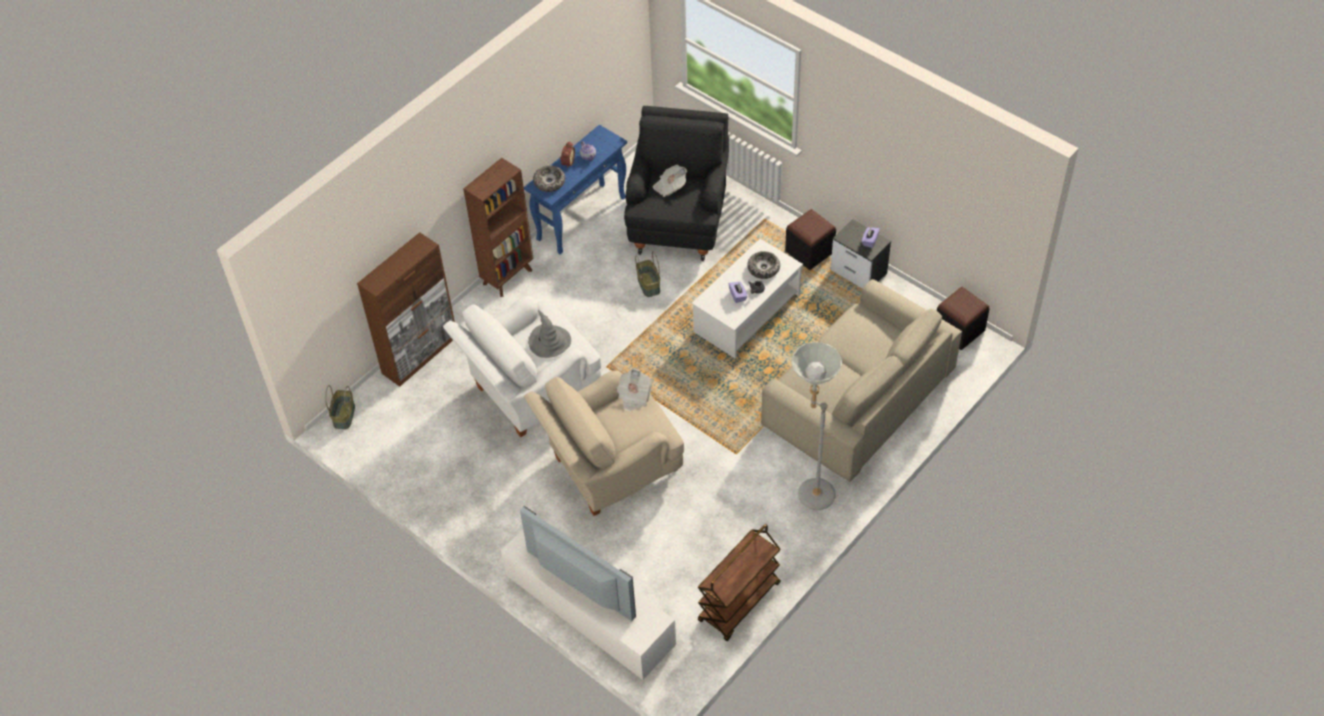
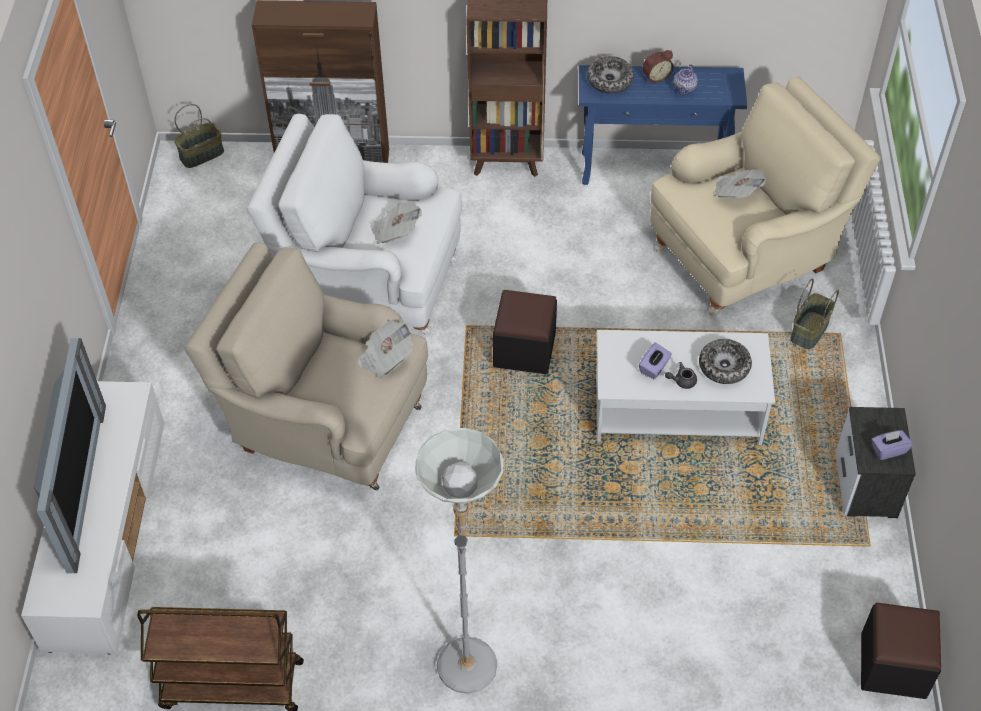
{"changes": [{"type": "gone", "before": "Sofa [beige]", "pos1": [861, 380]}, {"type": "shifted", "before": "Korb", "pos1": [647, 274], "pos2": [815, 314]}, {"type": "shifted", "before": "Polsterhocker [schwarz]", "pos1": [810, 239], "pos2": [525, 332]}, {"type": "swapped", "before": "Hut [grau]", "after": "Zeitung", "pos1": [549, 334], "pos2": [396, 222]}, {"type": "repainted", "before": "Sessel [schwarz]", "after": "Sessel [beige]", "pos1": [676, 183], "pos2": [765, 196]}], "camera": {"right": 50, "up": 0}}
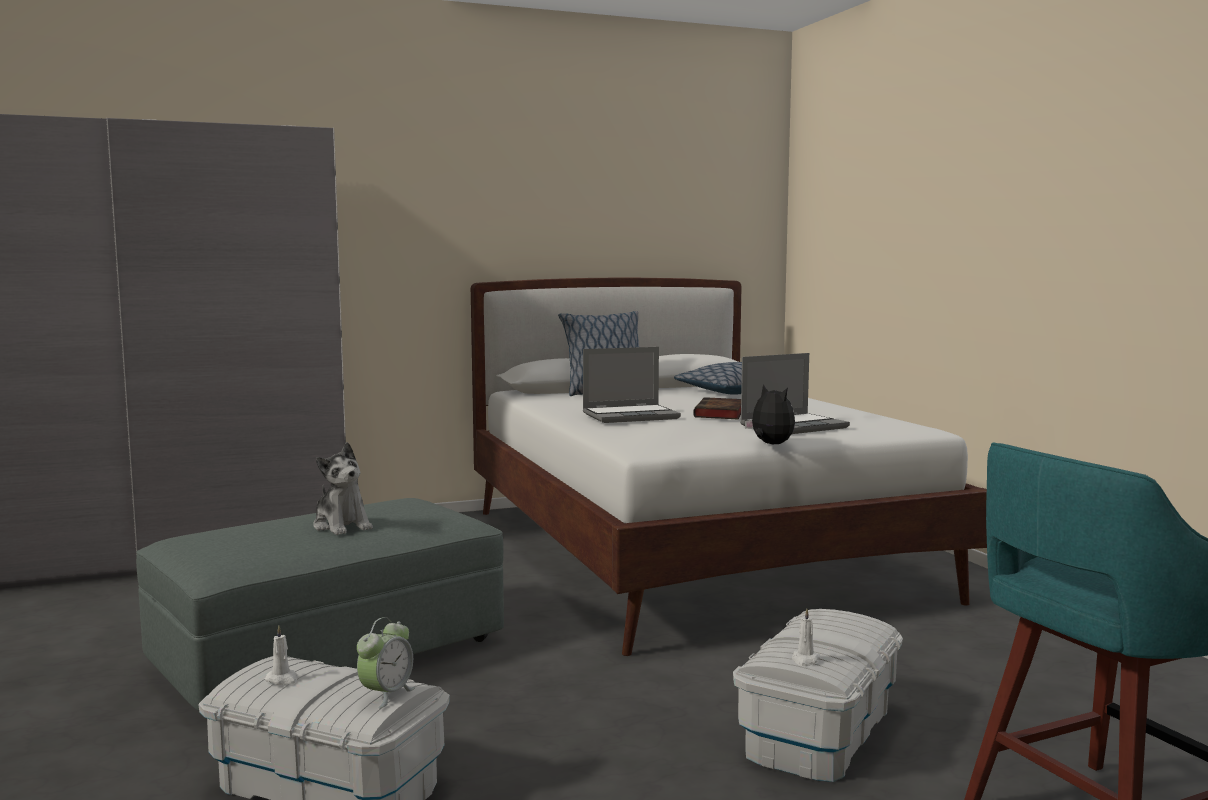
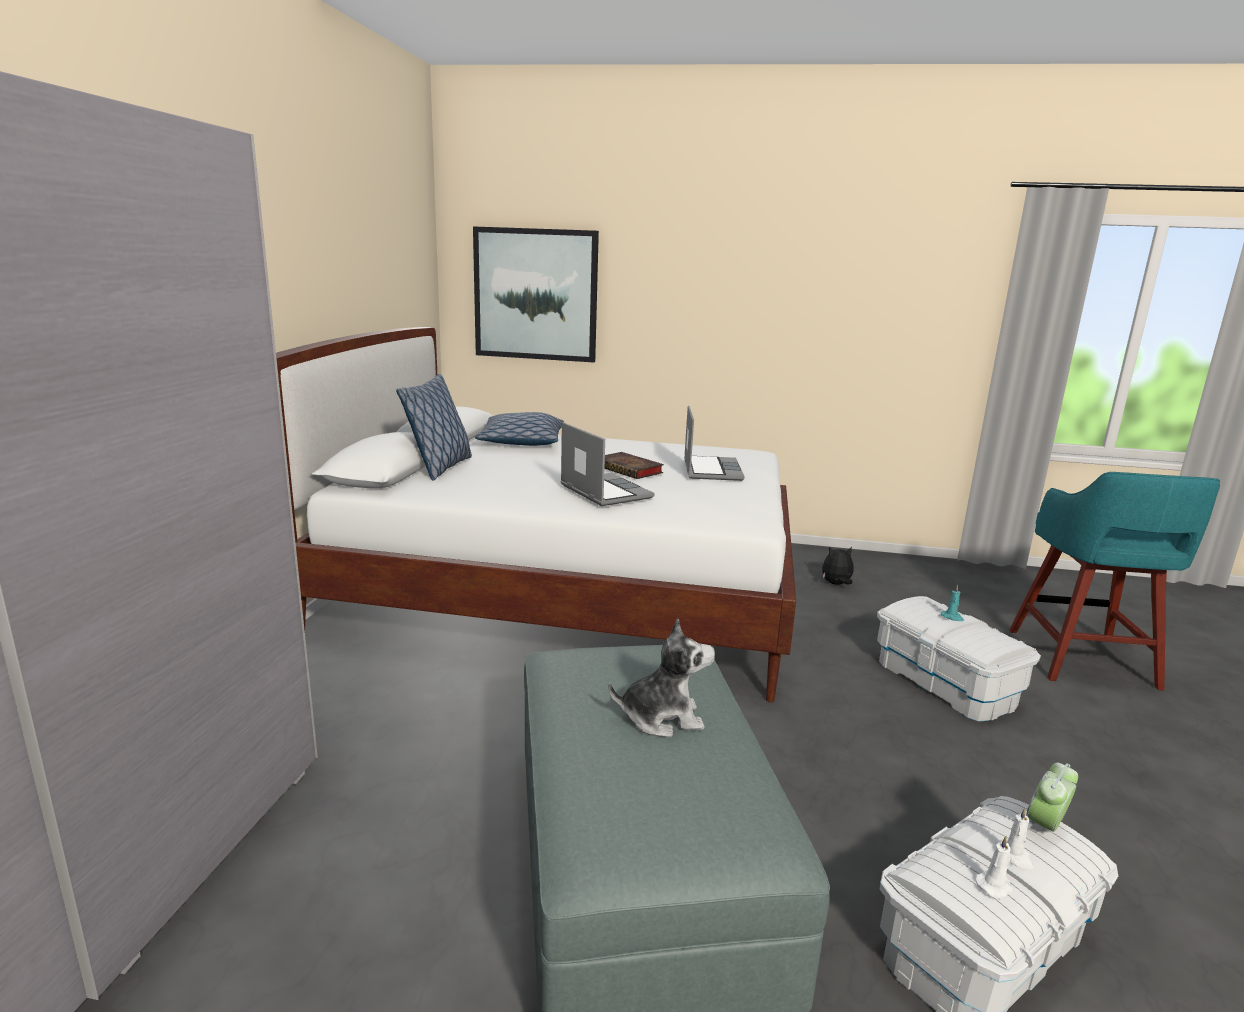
{"changes": [{"type": "new", "after": "Bild", "pos2": [536, 294]}, {"type": "new", "after": "Kerze [türkis]", "pos2": [952, 603]}, {"type": "shifted", "before": "Plüschtier", "pos1": [770, 414], "pos2": [838, 566]}, {"type": "shifted", "before": "Kerze [weiß]", "pos1": [806, 637], "pos2": [1014, 838]}, {"type": "rotated", "before": "Wecker", "pos1": [386, 662], "pos2": [1052, 797], "turn": -105}, {"type": "rotated", "before": "Laptop", "pos1": [632, 385], "pos2": [607, 464], "turn": -45}], "camera": {"right": -60, "up": 10}}
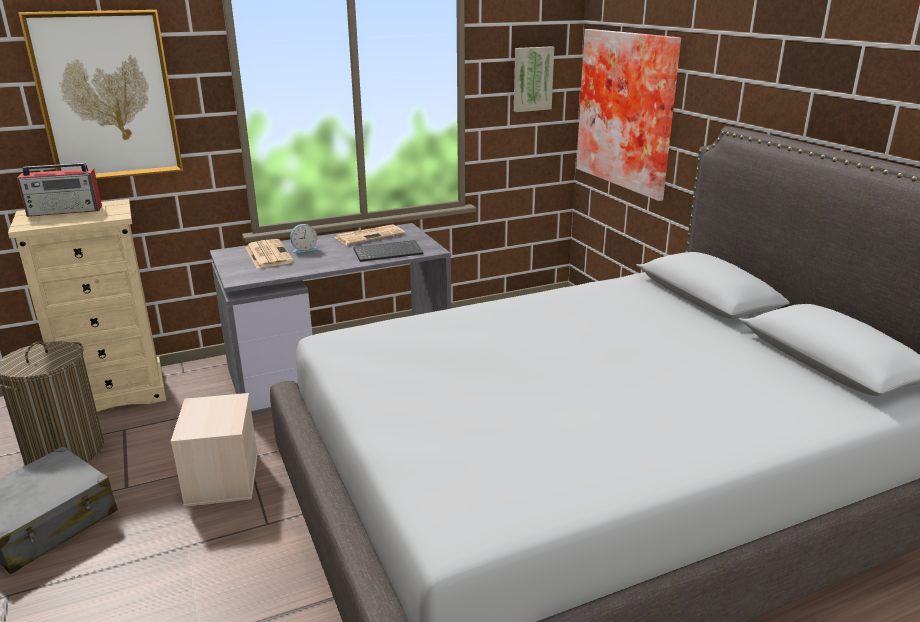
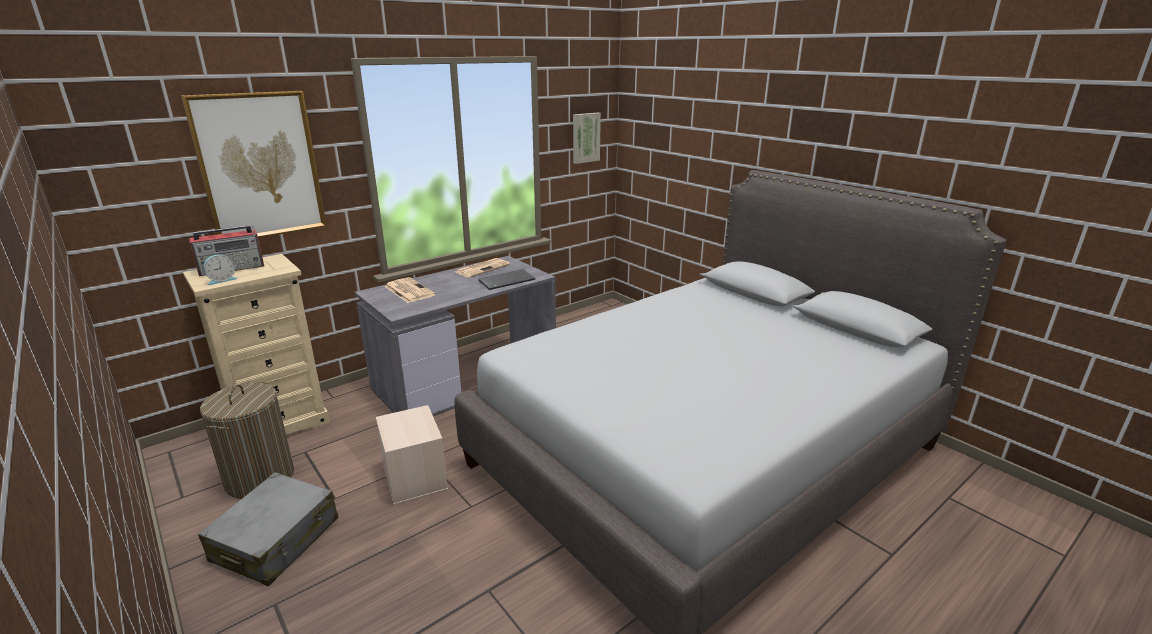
{"changes": [{"type": "gone", "before": "Bild", "pos1": [628, 115]}, {"type": "shifted", "before": "Wecker", "pos1": [304, 238], "pos2": [220, 270]}], "camera": {"right": -15, "up": 0}}
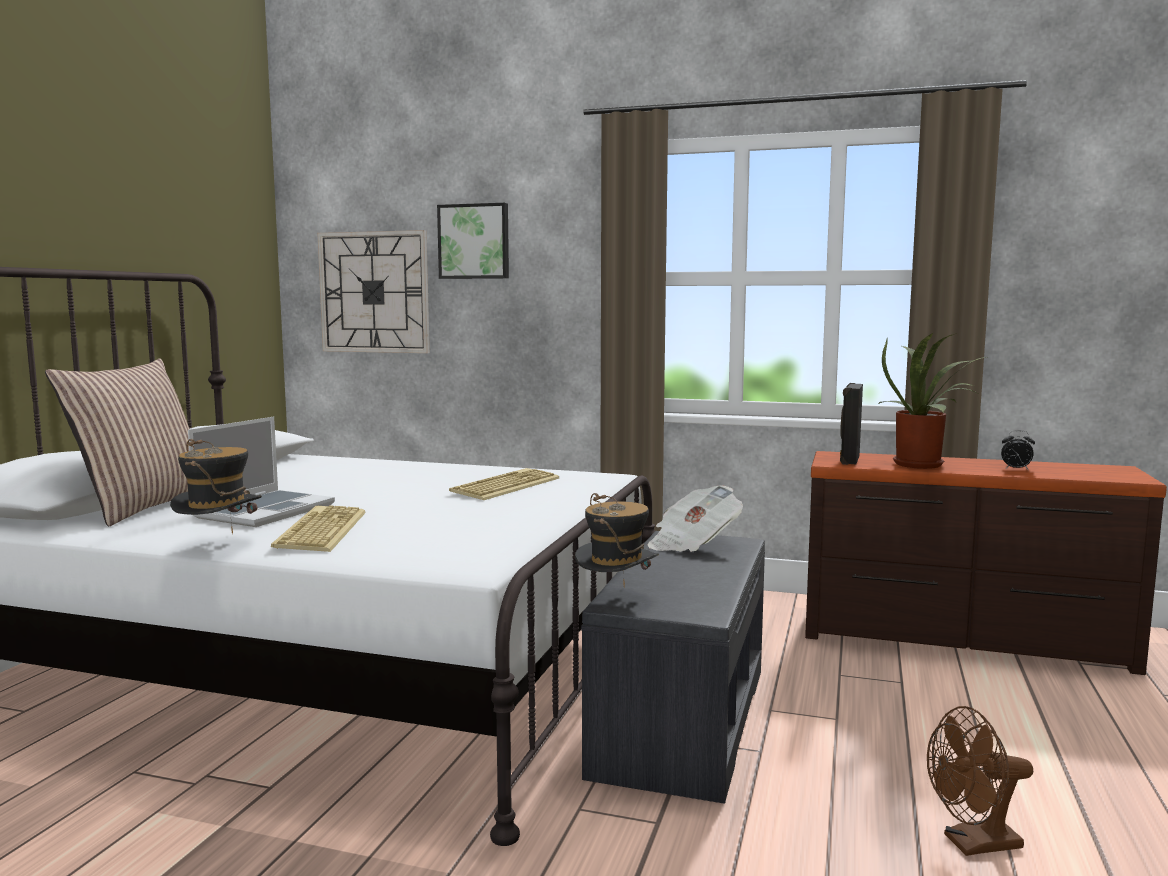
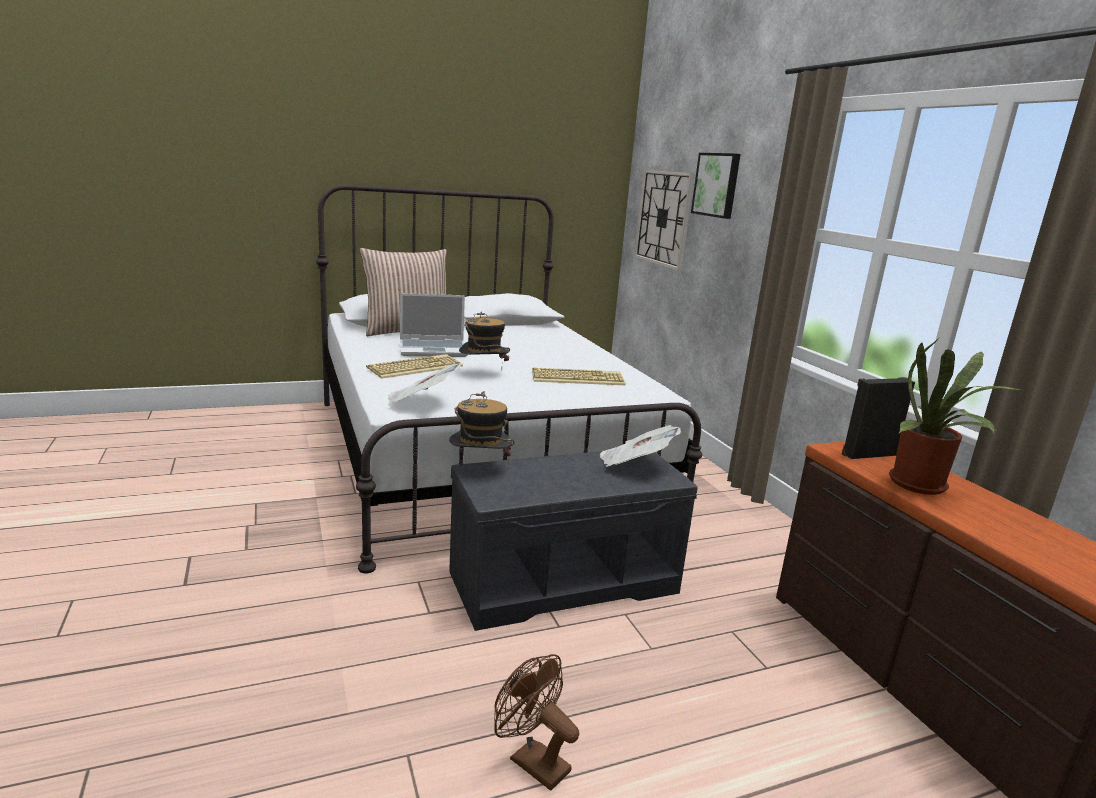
{"changes": [{"type": "gone", "before": "Wecker", "pos1": [1018, 450]}, {"type": "new", "after": "Zeitung", "pos2": [424, 384]}, {"type": "shifted", "before": "Hut", "pos1": [216, 487], "pos2": [484, 336]}], "camera": {"right": 50, "up": 10}}
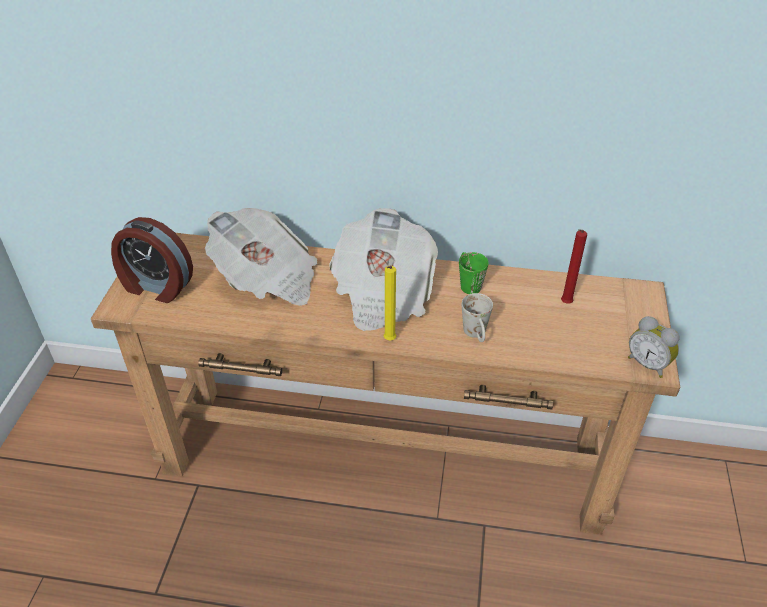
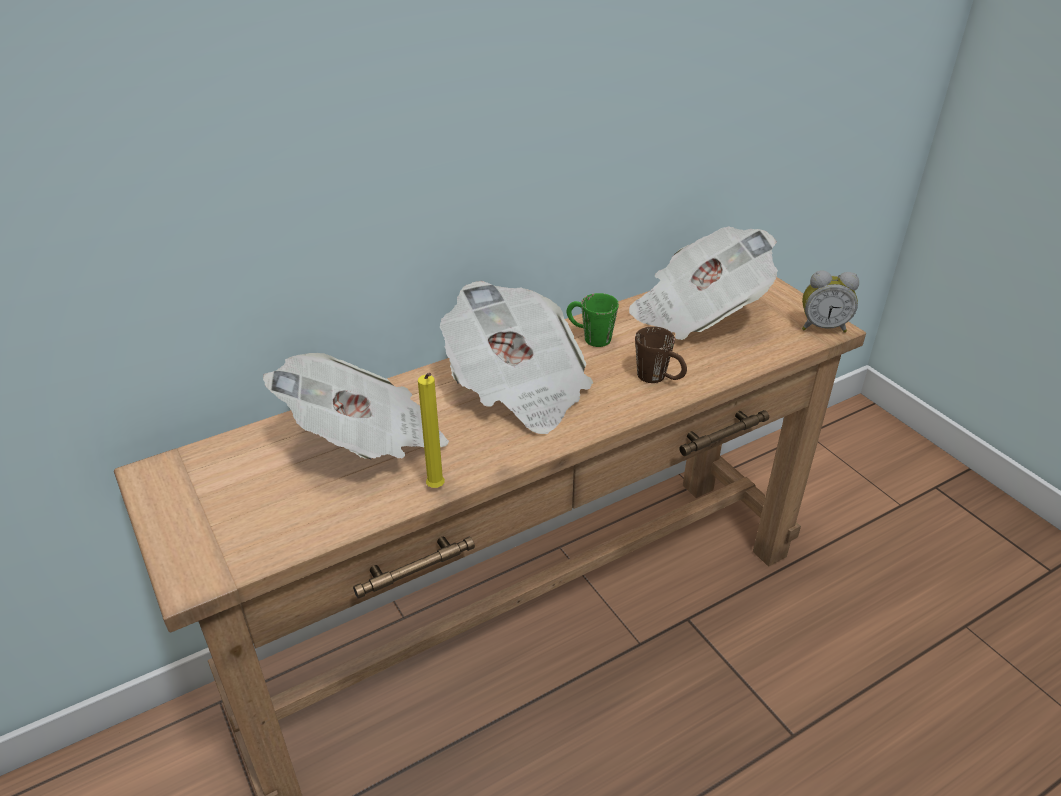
{"changes": [{"type": "gone", "before": "Wecker", "pos1": [152, 260]}, {"type": "shifted", "before": "Kerze [gelb]", "pos1": [390, 303], "pos2": [431, 430]}, {"type": "swapped", "before": "Kerze [rot]", "after": "Zeitung", "pos1": [574, 266], "pos2": [703, 283]}, {"type": "repainted", "before": "Henkelbecher [weiß]", "after": "Henkelbecher [braun]", "pos1": [477, 317], "pos2": [661, 354]}], "camera": {"right": -40, "up": -5}}
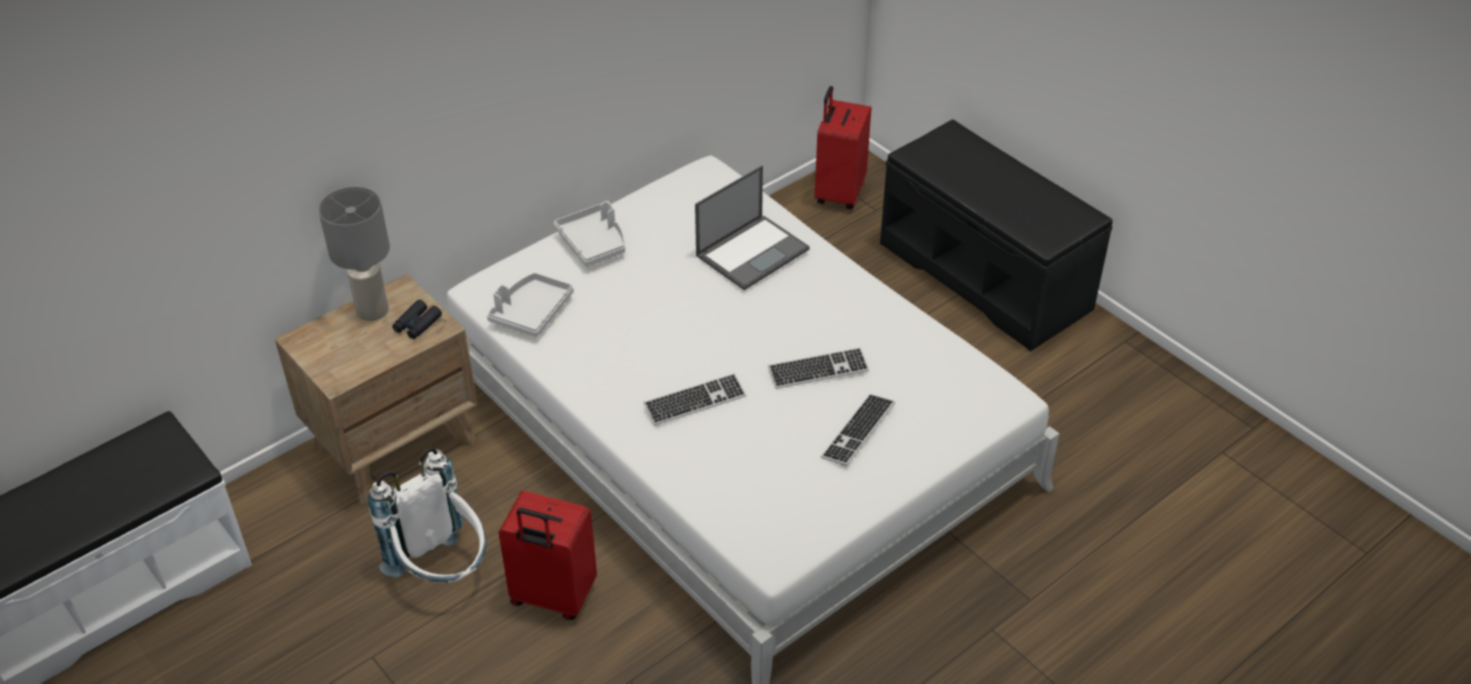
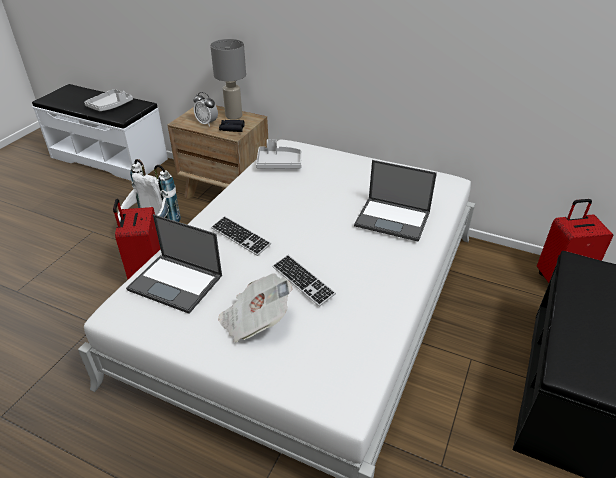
{"changes": [{"type": "new", "after": "Laptop", "pos2": [174, 264]}, {"type": "new", "after": "Wecker", "pos2": [205, 109]}, {"type": "shifted", "before": "Tablett [grau]", "pos1": [589, 234], "pos2": [108, 100]}, {"type": "swapped", "before": "Tastatur", "after": "Zeitung", "pos1": [858, 430], "pos2": [255, 308]}], "camera": {"right": 65, "up": -5}}
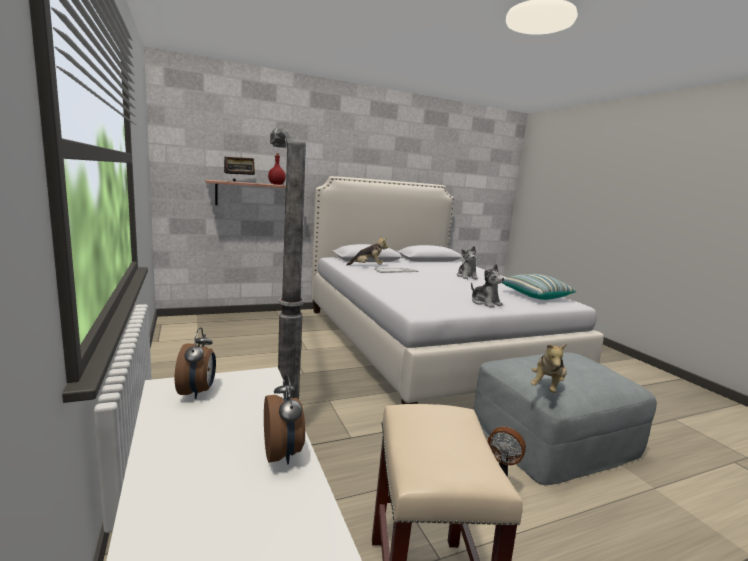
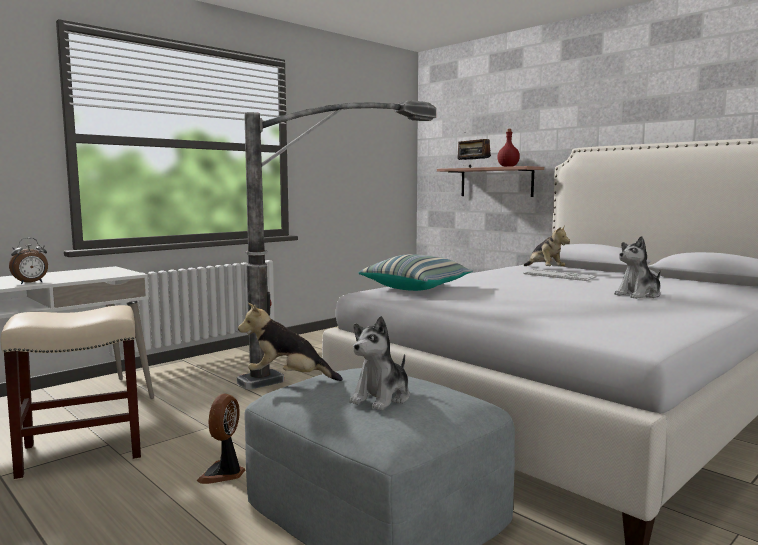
{"changes": [{"type": "gone", "before": "Wecker", "pos1": [195, 363]}, {"type": "shifted", "before": "Plüschtier", "pos1": [487, 286], "pos2": [379, 363]}, {"type": "shifted", "before": "Kissen", "pos1": [539, 287], "pos2": [416, 272]}], "camera": {"right": 70, "up": -5}}
